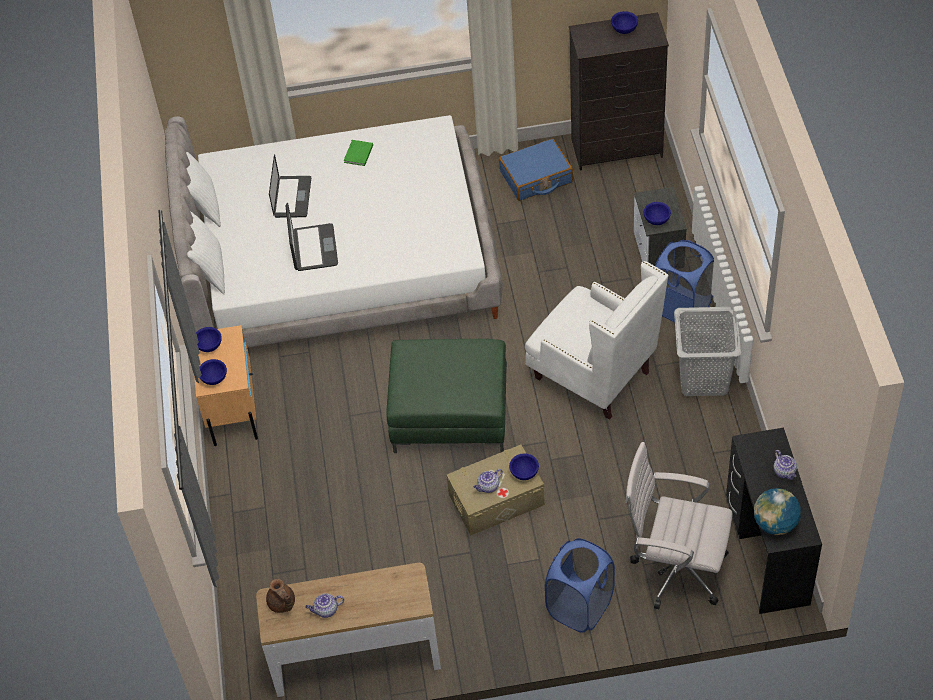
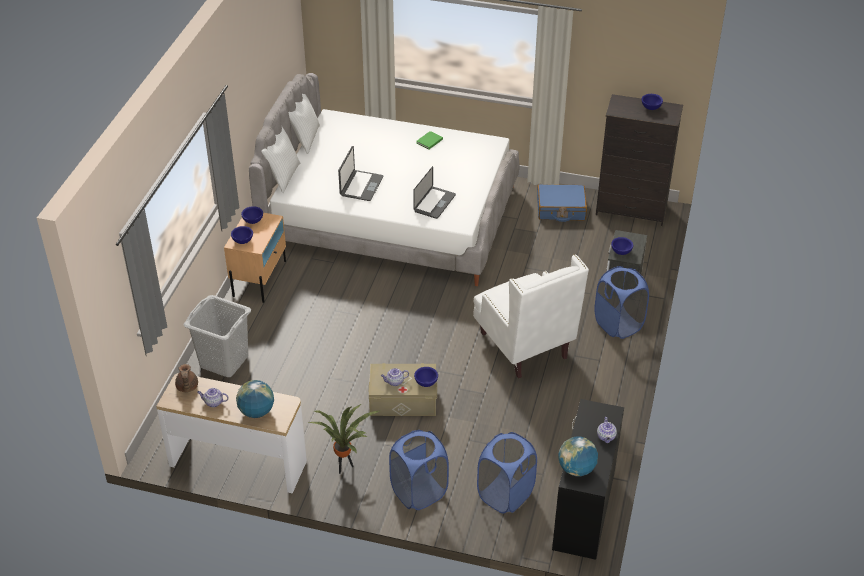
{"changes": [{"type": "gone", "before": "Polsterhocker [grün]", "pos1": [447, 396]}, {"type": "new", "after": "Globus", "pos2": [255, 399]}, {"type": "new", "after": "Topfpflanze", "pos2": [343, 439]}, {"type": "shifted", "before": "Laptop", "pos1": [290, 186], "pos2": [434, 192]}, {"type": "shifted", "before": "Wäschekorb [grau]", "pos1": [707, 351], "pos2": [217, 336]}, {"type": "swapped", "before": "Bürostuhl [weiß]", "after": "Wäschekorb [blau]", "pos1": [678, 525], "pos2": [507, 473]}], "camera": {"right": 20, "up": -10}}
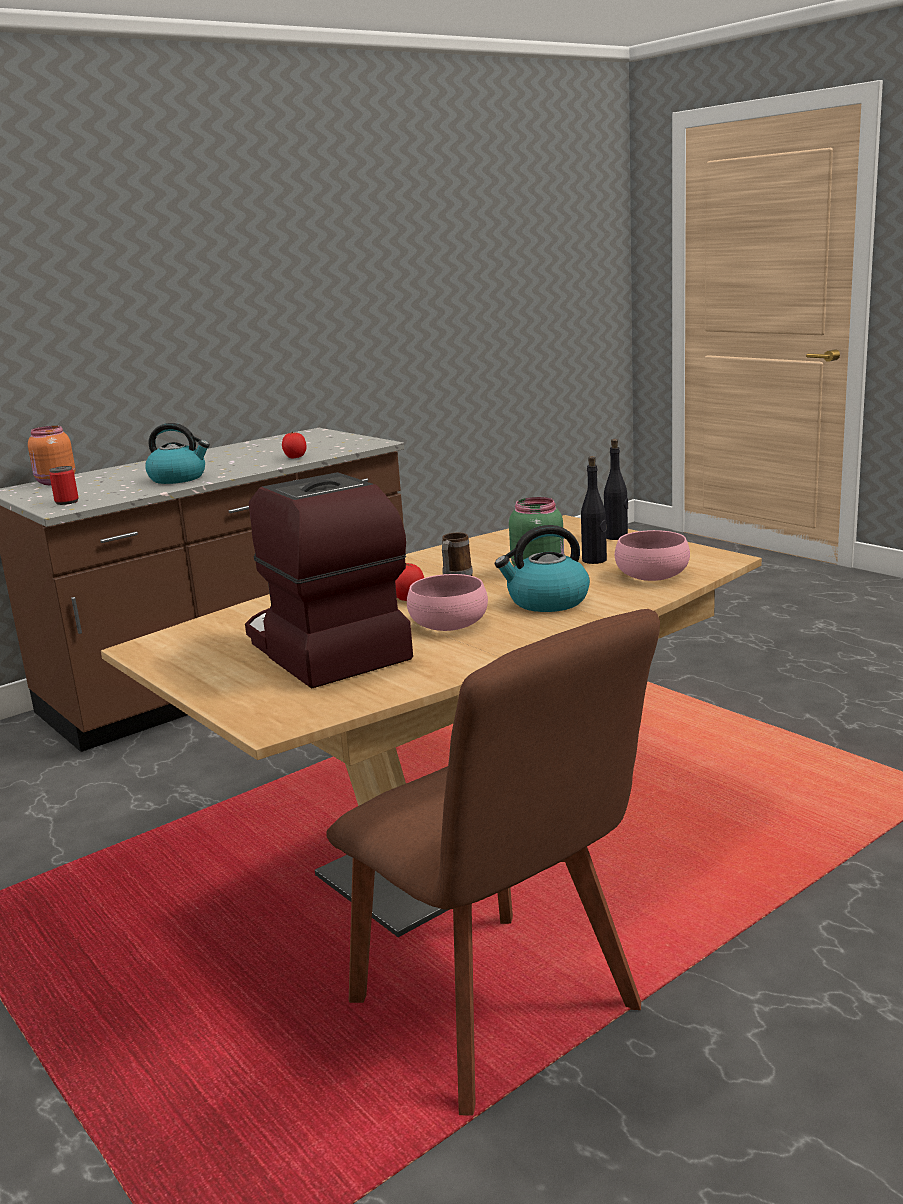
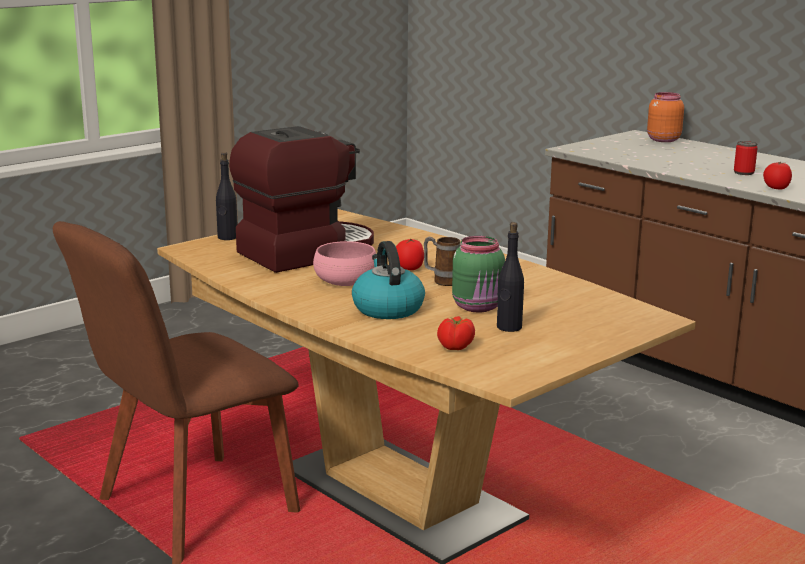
{"changes": [{"type": "gone", "before": "Wasserkessel", "pos1": [177, 453]}, {"type": "shifted", "before": "Dose", "pos1": [64, 485], "pos2": [746, 158]}, {"type": "shifted", "before": "Flasche [schwarz]", "pos1": [616, 489], "pos2": [226, 196]}, {"type": "swapped", "before": "Schüssel [rosa]", "after": "Tomate", "pos1": [652, 555], "pos2": [456, 333]}], "camera": {"right": 85, "up": 0}}
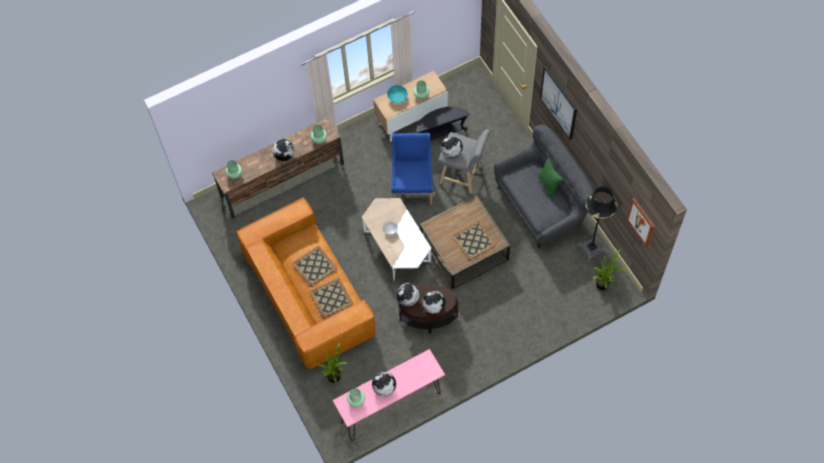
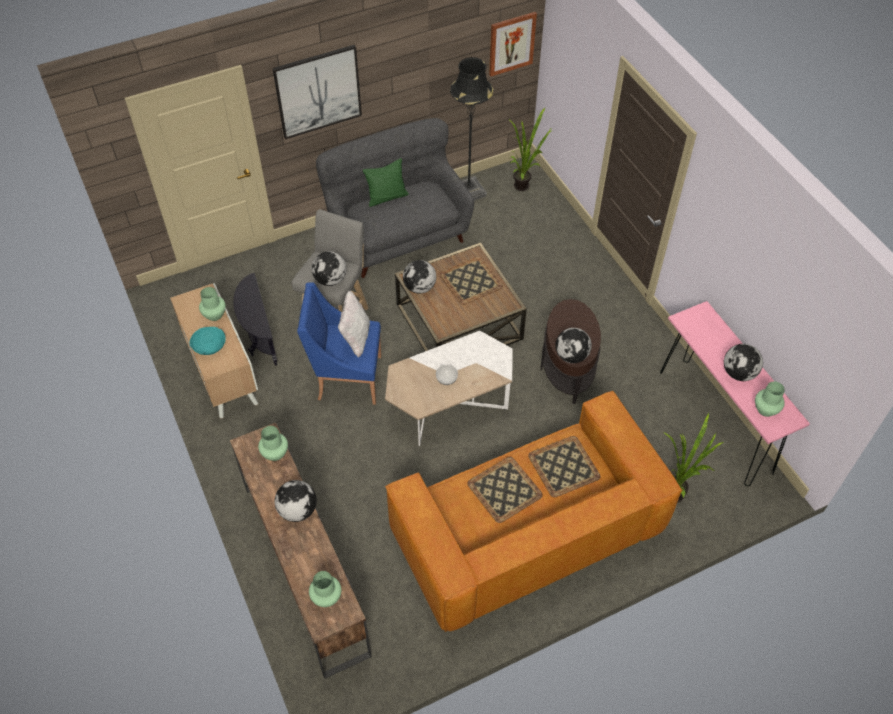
{"changes": [{"type": "new", "after": "Kissen [weiß]", "pos2": [354, 324]}, {"type": "shifted", "before": "Globus", "pos1": [433, 302], "pos2": [419, 277]}], "camera": {"right": -90, "up": -10}}
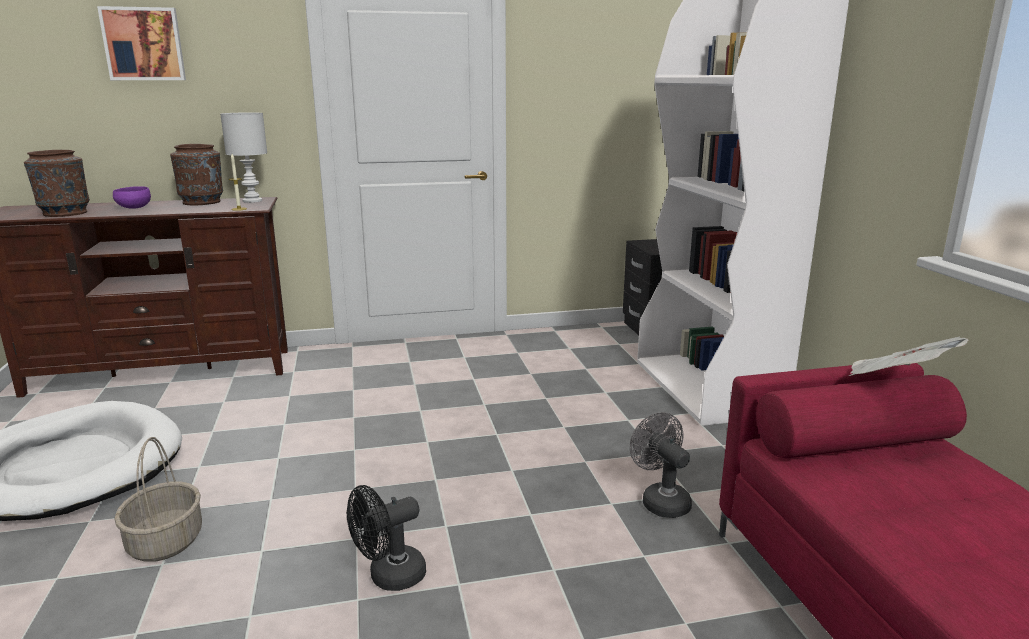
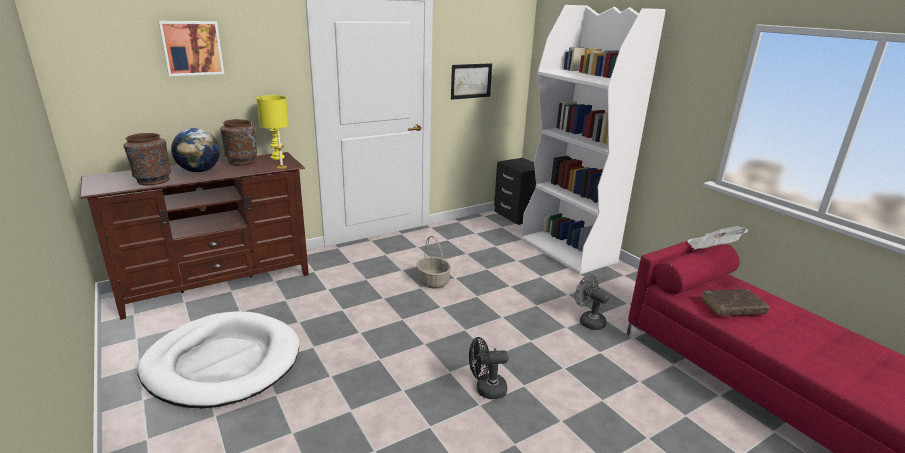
{"changes": [{"type": "new", "after": "Bild", "pos2": [471, 81]}, {"type": "new", "after": "Buch [braun]", "pos2": [735, 302]}, {"type": "shifted", "before": "Korb", "pos1": [158, 499], "pos2": [433, 262]}, {"type": "swapped", "before": "Schüssel [lila]", "after": "Globus", "pos1": [132, 198], "pos2": [195, 150]}, {"type": "repainted", "before": "Tischlampe [weiß]", "after": "Tischlampe [gelb]", "pos1": [243, 157], "pos2": [272, 127]}, {"type": "rotated", "before": "Ventilator [schwarz]", "pos1": [386, 538], "pos2": [488, 368], "turn": 45}], "camera": {"right": -20, "up": 5}}
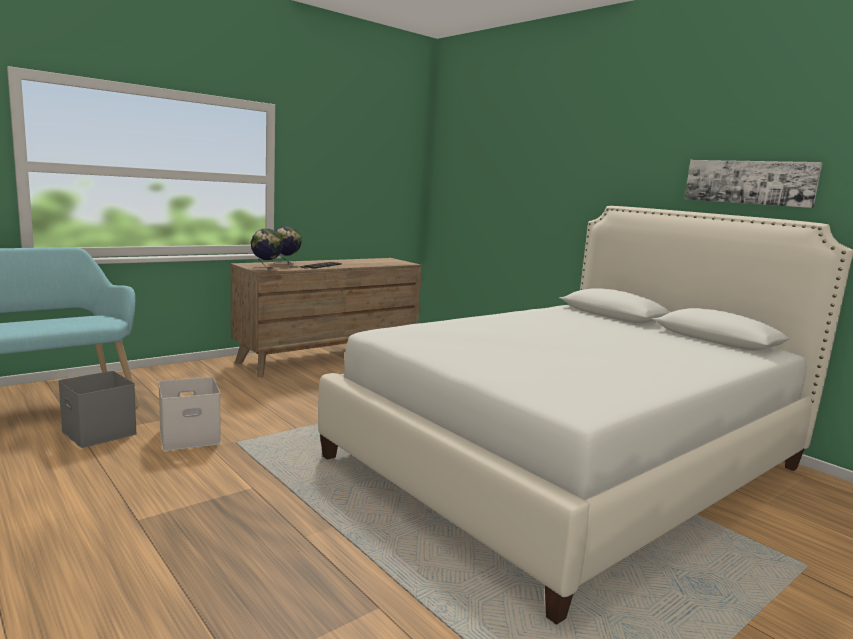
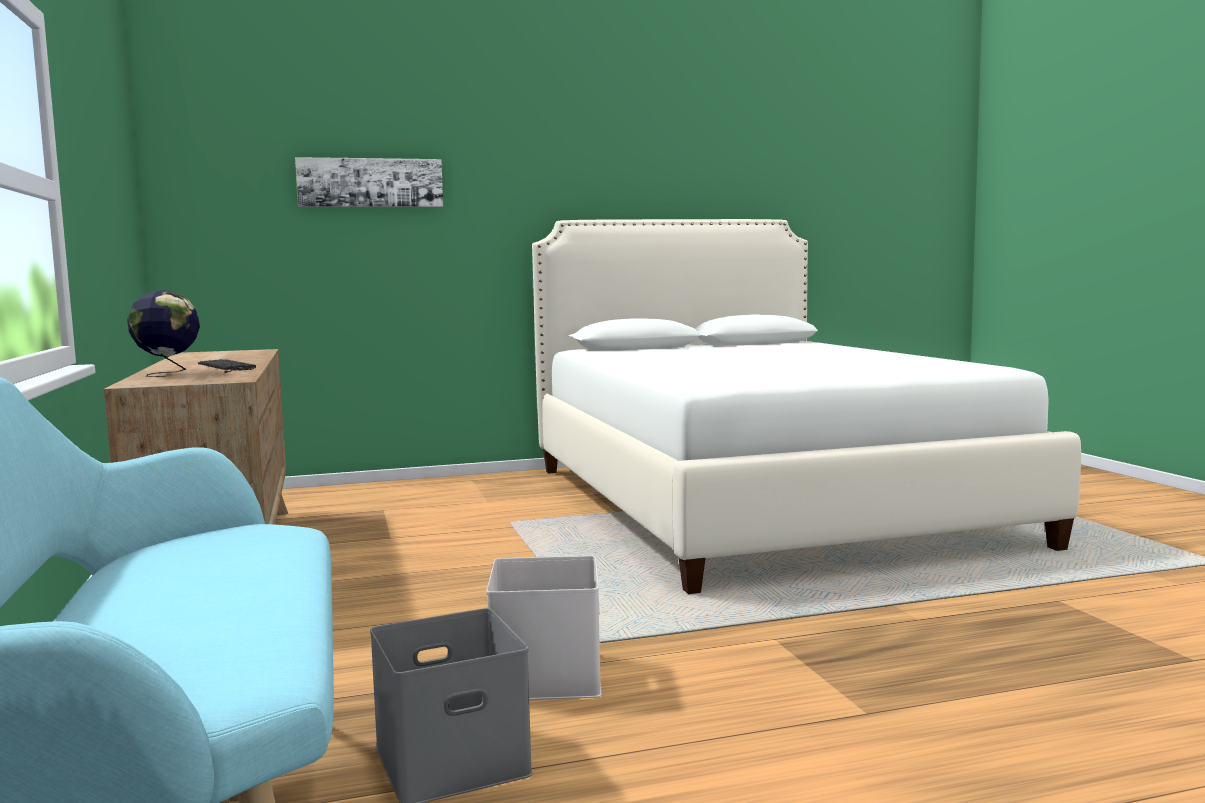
{"changes": [{"type": "gone", "before": "Globus", "pos1": [267, 249]}, {"type": "shifted", "before": "Bild", "pos1": [753, 184], "pos2": [369, 182]}], "camera": {"right": -65, "up": -5}}
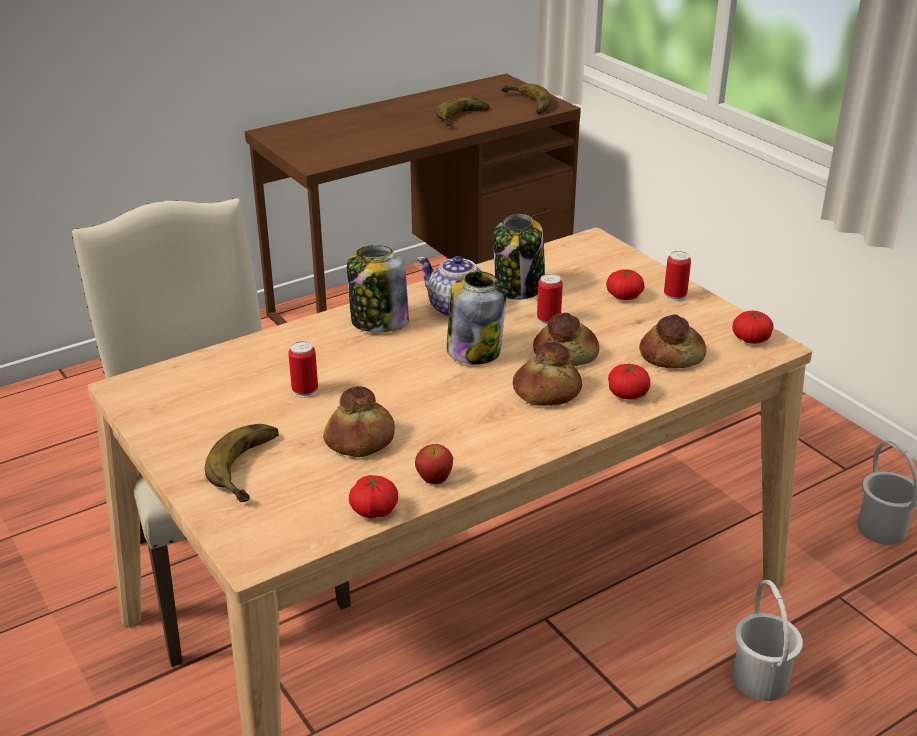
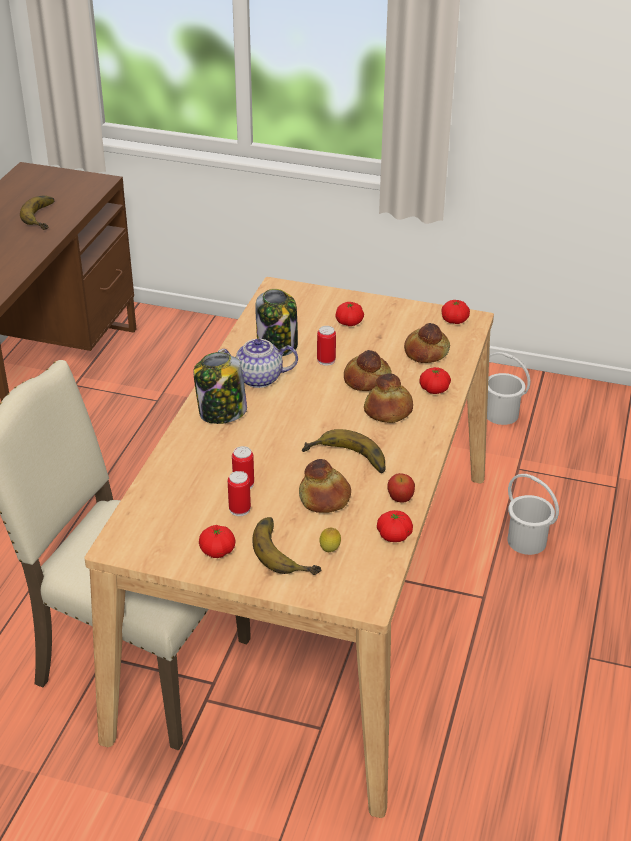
{"changes": [{"type": "gone", "before": "Vorratsglas", "pos1": [476, 318]}, {"type": "new", "after": "Tomate", "pos2": [217, 541]}, {"type": "new", "after": "Zitrone", "pos2": [330, 540]}, {"type": "shifted", "before": "Banane", "pos1": [526, 99], "pos2": [343, 451]}, {"type": "shifted", "before": "Dose", "pos1": [677, 276], "pos2": [239, 493]}], "camera": {"right": -40, "up": 5}}
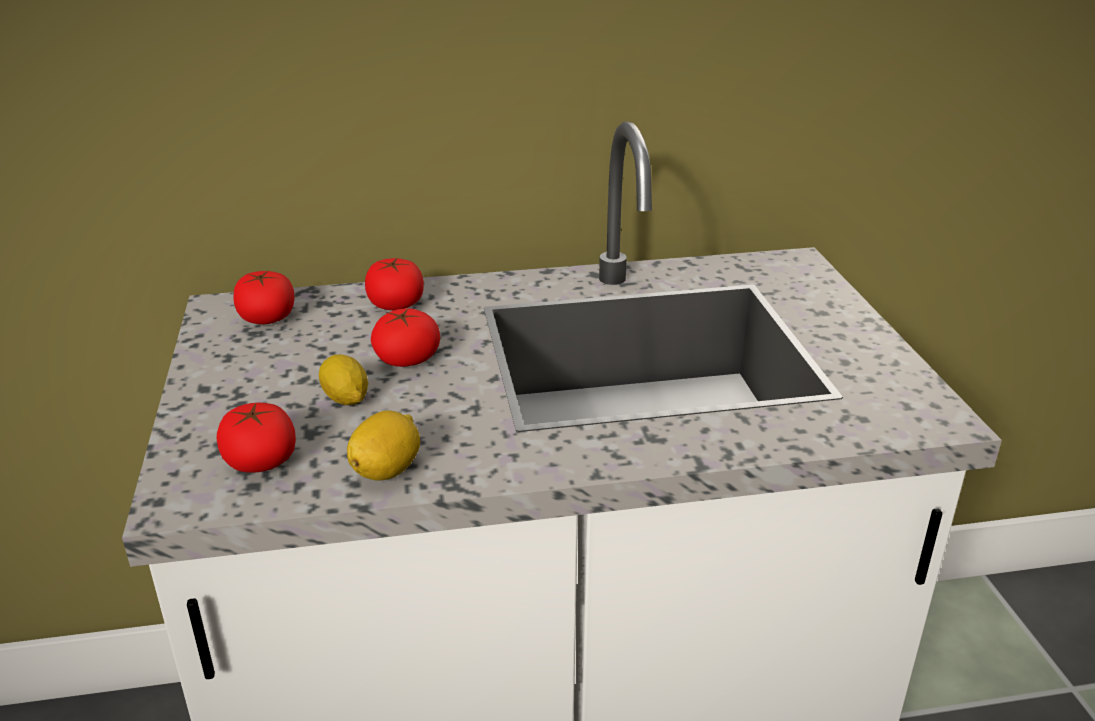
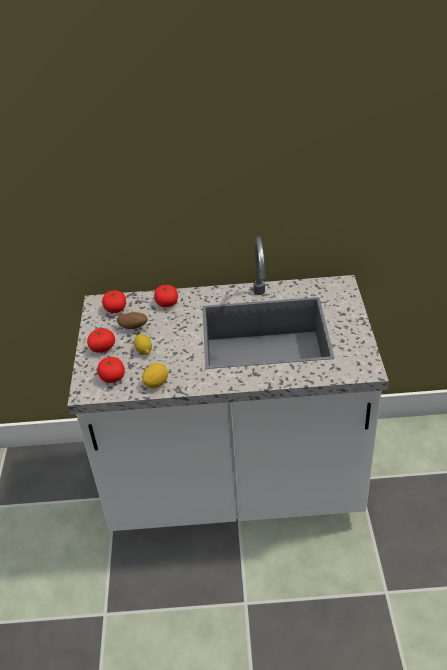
{"changes": [{"type": "new", "after": "Kartoffel", "pos2": [132, 320]}, {"type": "shifted", "before": "Tomate", "pos1": [405, 337], "pos2": [101, 340]}], "camera": {"right": 10, "up": 10}}
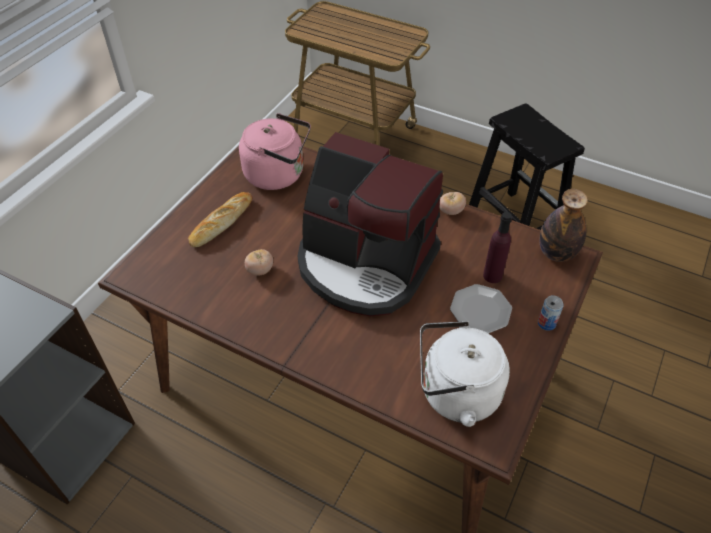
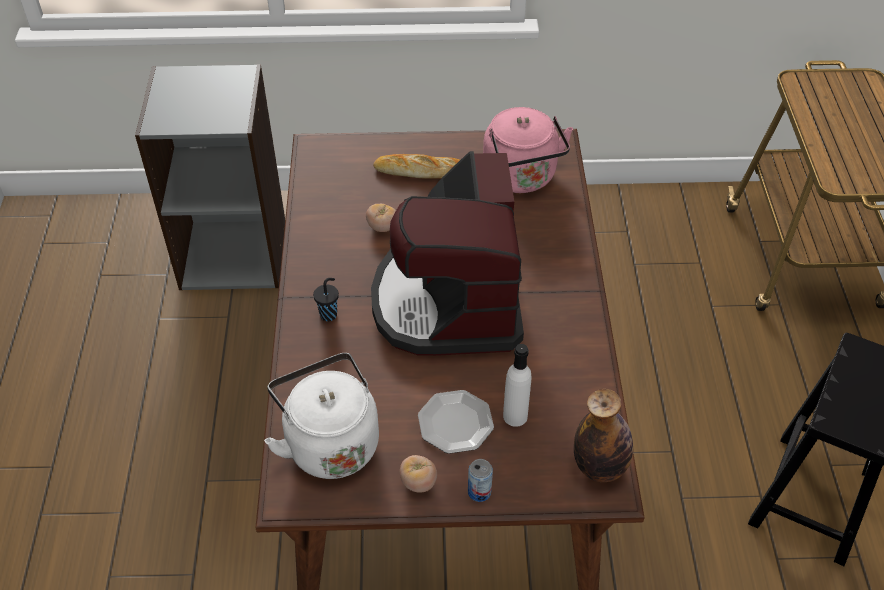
{"changes": [{"type": "new", "after": "Tasse [schwarz]", "pos2": [326, 299]}, {"type": "shifted", "before": "Tomate", "pos1": [452, 203], "pos2": [418, 474]}, {"type": "repainted", "before": "Flasche [lila]", "after": "Flasche [weiß]", "pos1": [497, 247], "pos2": [517, 385]}], "camera": {"right": 60, "up": 0}}
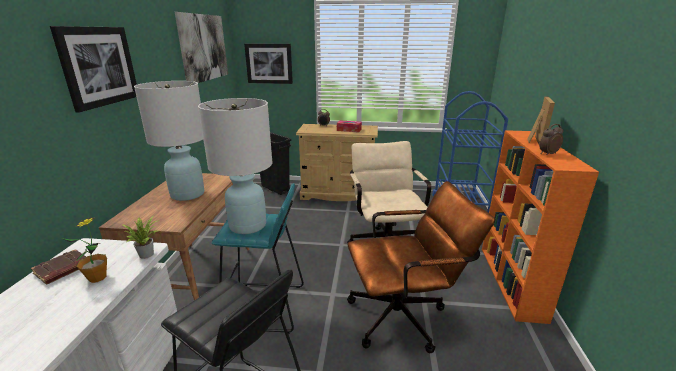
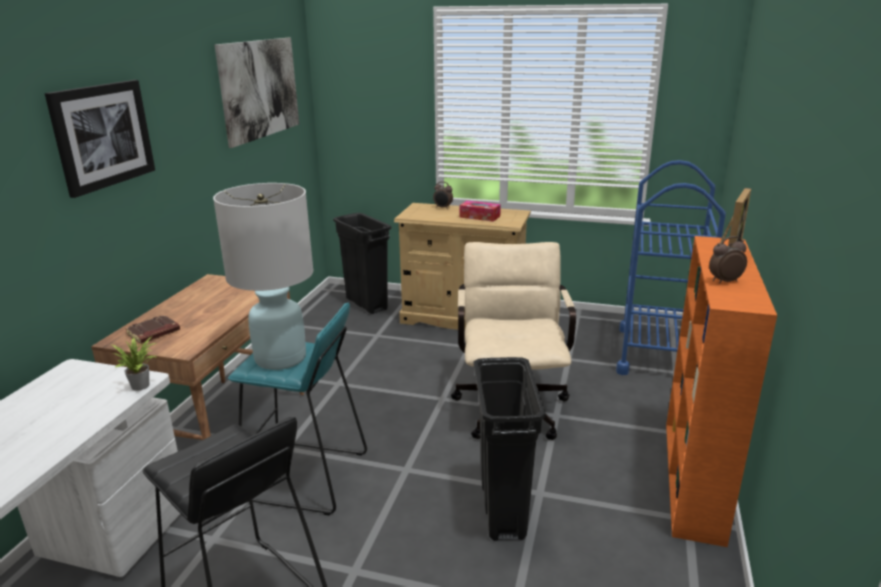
{"changes": [{"type": "gone", "before": "Topfpflanze", "pos1": [84, 250]}, {"type": "gone", "before": "Tischlampe [weiß]", "pos1": [169, 141]}, {"type": "gone", "before": "Bild", "pos1": [268, 64]}, {"type": "shifted", "before": "Buch [braun]", "pos1": [58, 267], "pos2": [152, 329]}, {"type": "swapped", "before": "Bürostuhl [braun]", "after": "Mülleimer [schwarz]", "pos1": [421, 267], "pos2": [510, 449]}], "camera": {"right": 10, "up": 0}}
